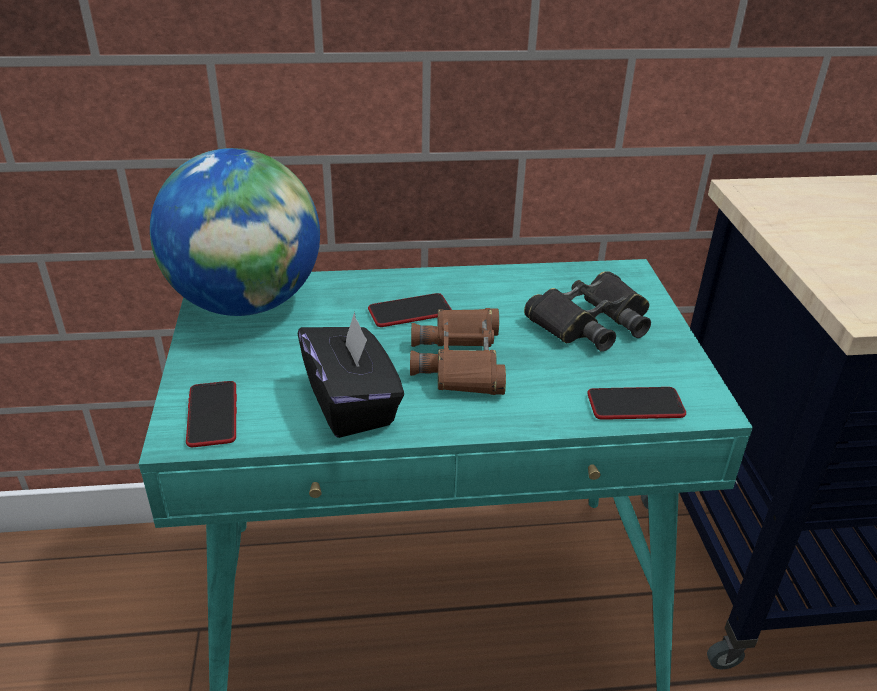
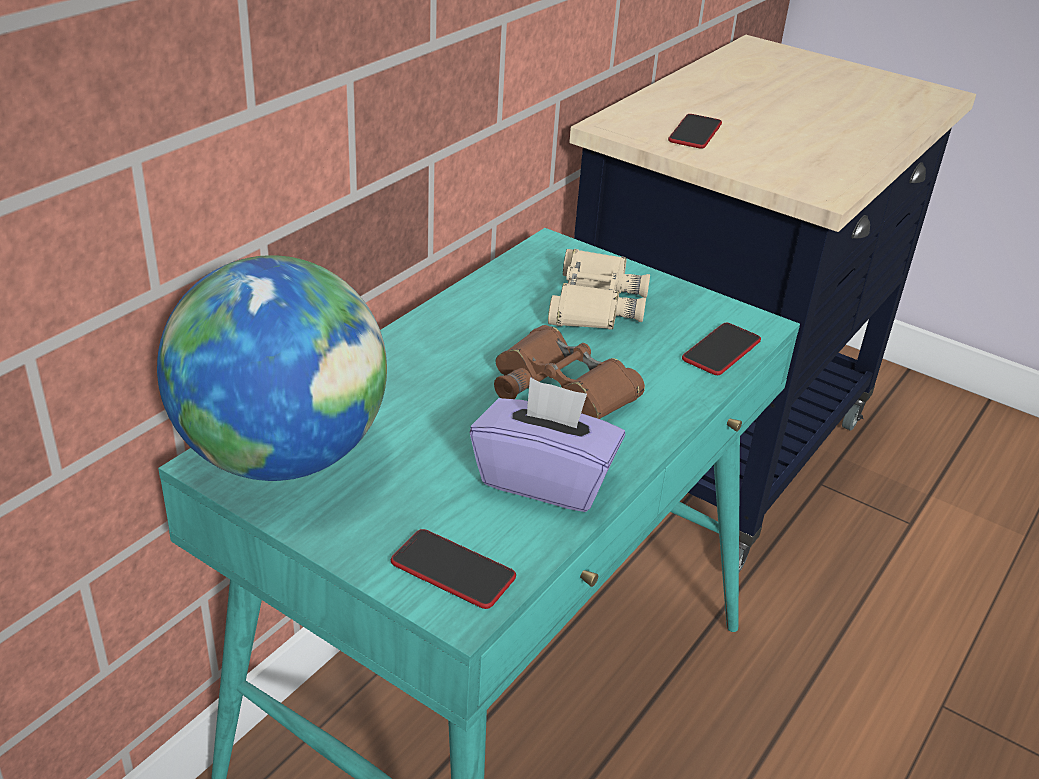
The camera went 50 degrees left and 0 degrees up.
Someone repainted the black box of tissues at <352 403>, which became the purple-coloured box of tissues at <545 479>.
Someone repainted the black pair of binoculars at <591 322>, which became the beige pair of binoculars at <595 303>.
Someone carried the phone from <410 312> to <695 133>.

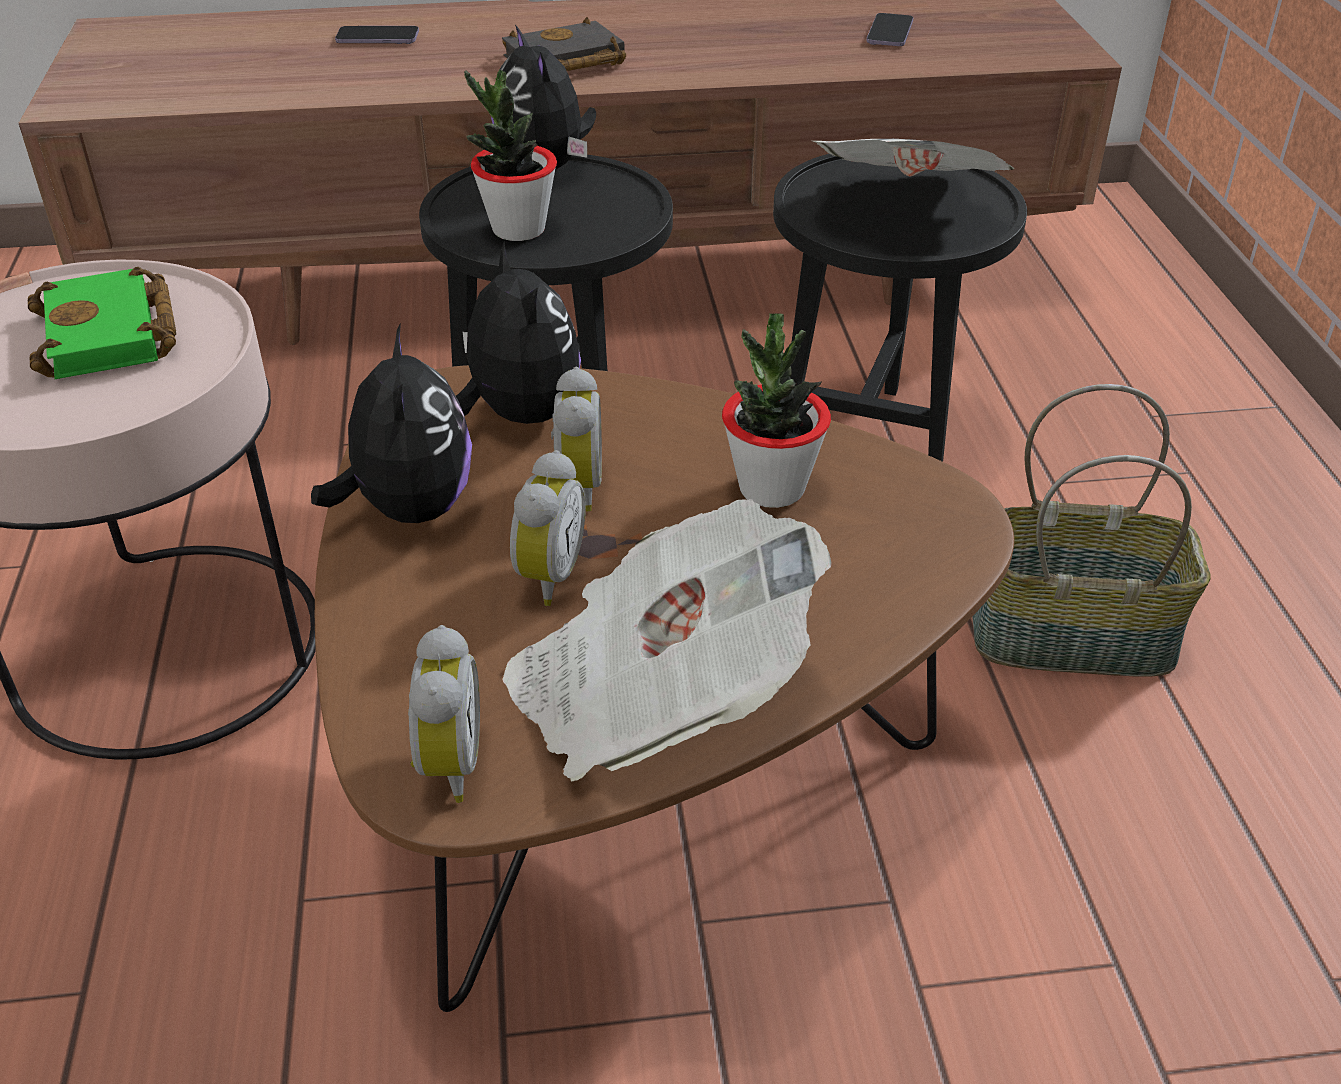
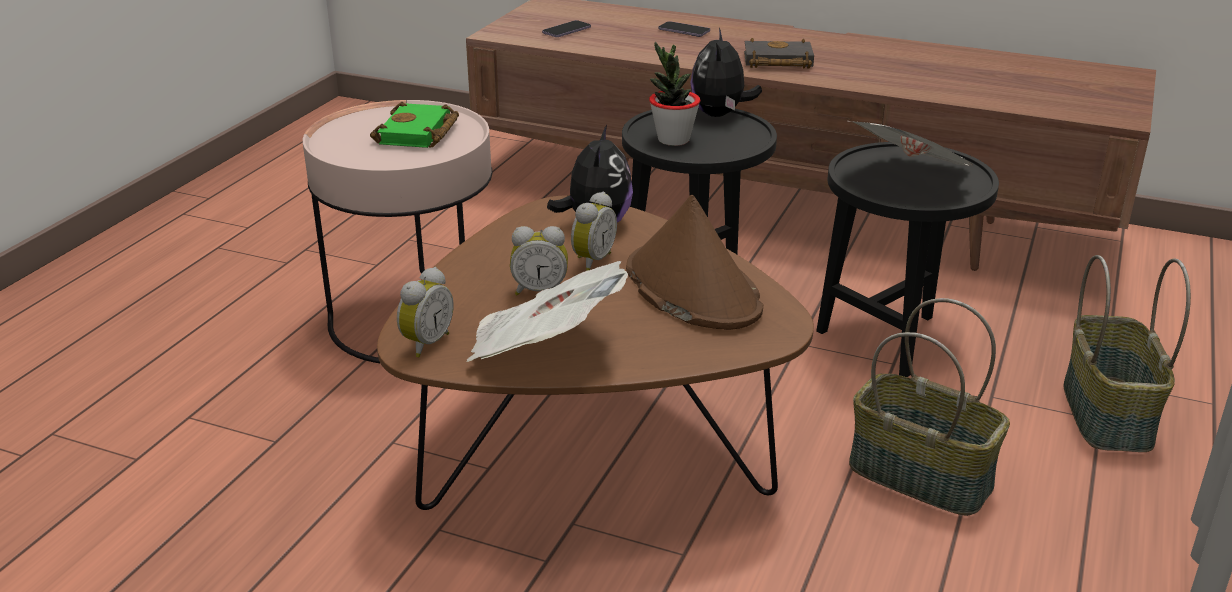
The camera went 30 degrees right and 10 degrees down.
Someone rotated the bedside clock at <545 576> by 45 degrees clockwise.
Someone carried the phone from <889 33> to <566 31>.
Someone swapped the potted plant at <771 488> for the brown-coloured hat at <691 289>.
Someone put down the household basket at <1109 415>.
Someone took away the plush toy at <409 508>.

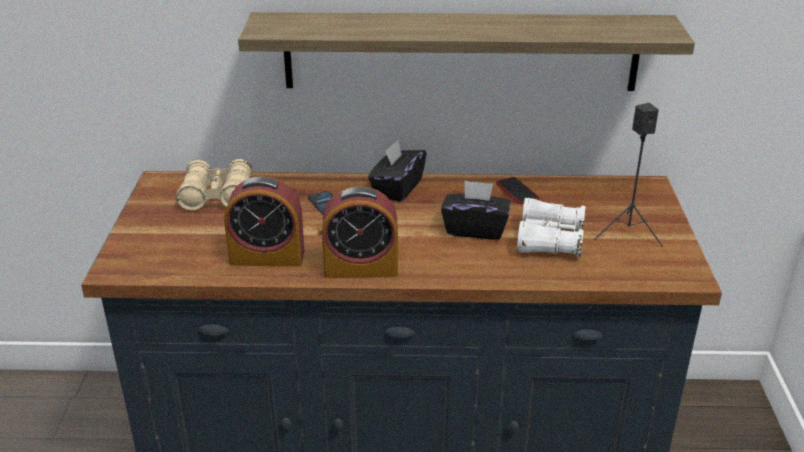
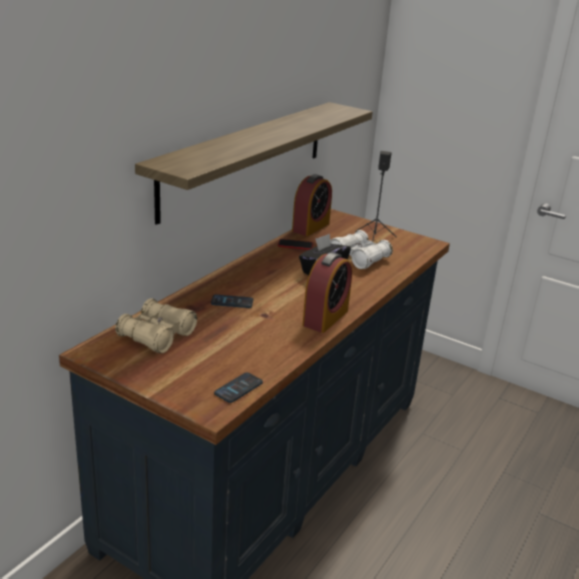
The camera went 60 degrees left and 5 degrees down.
Someone put down the phone at <238 388>.
Someone carried the bedside clock from <267 257> to <310 227>.
Someone took away the black box of tissues at <397 188>.

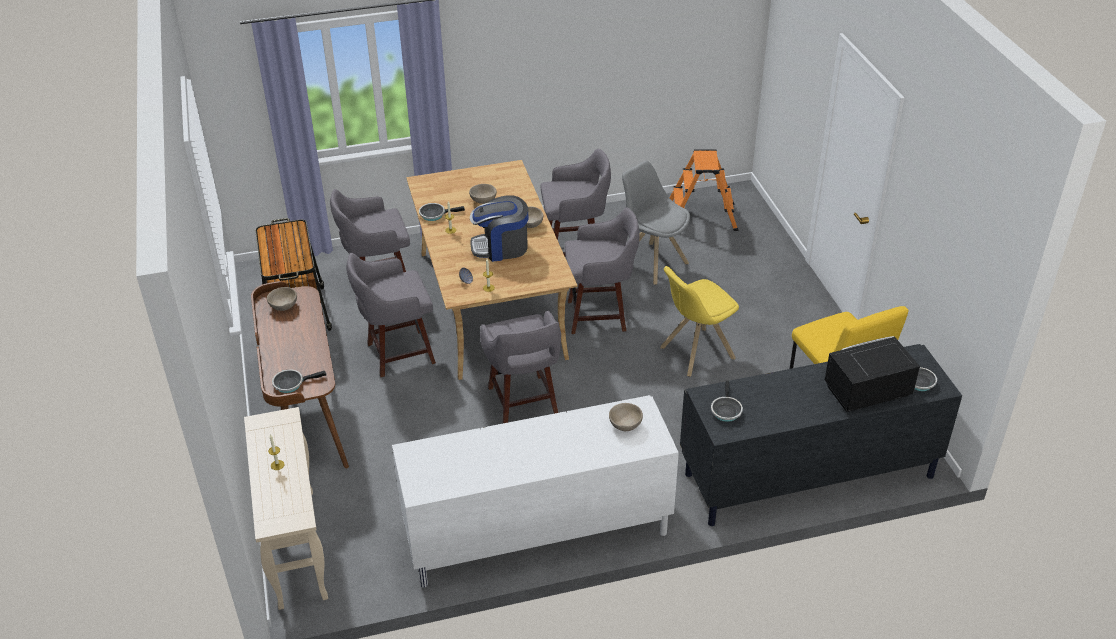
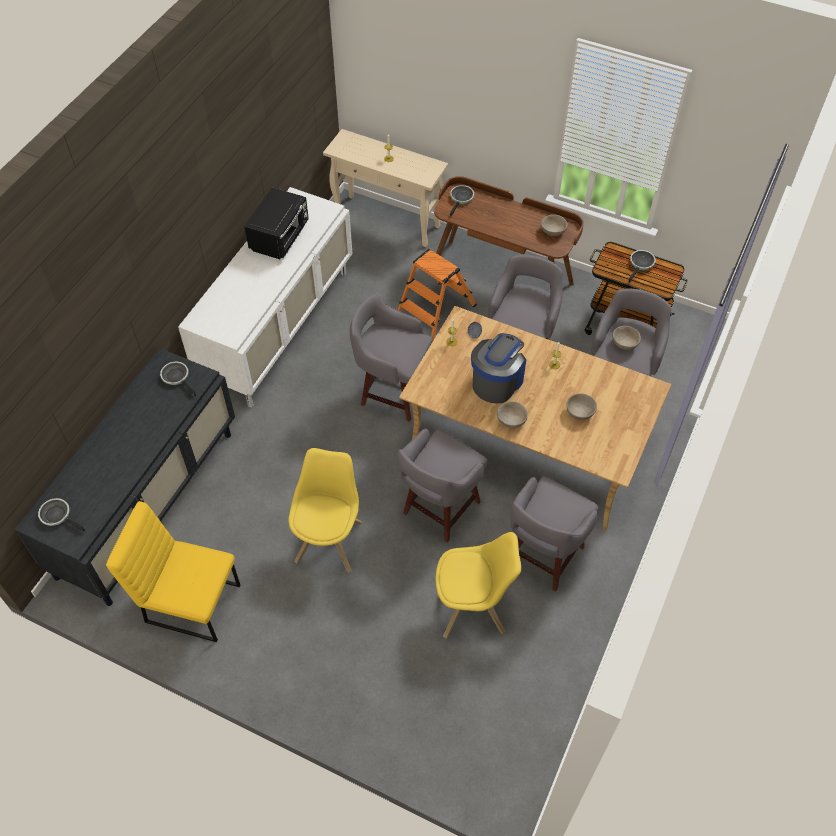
The camera went 130 degrees right and 15 degrees up.
Someone carried the black kitchen microwave from <866 392> to <280 237>.
Someone carried the orange step ladder from <701 216> to <435 312>.
Someone repainted the greyish plain chair at <653 262>, which became the yellow plain chair at <472 609>.
Someone carried the beige serving bowl from <625 424> to <625 344>.
Someone carried the skillet from <434 214> to <641 264>.

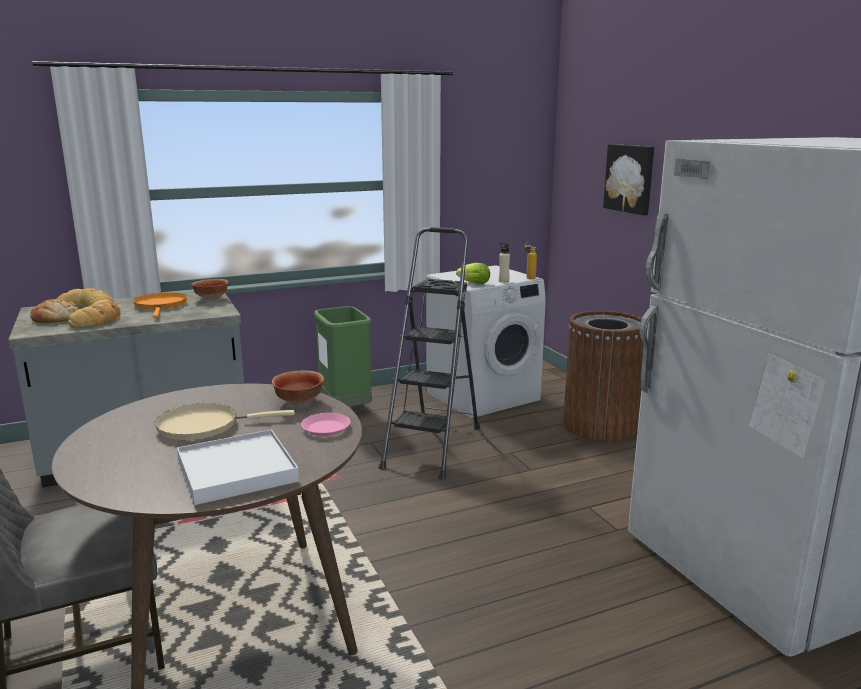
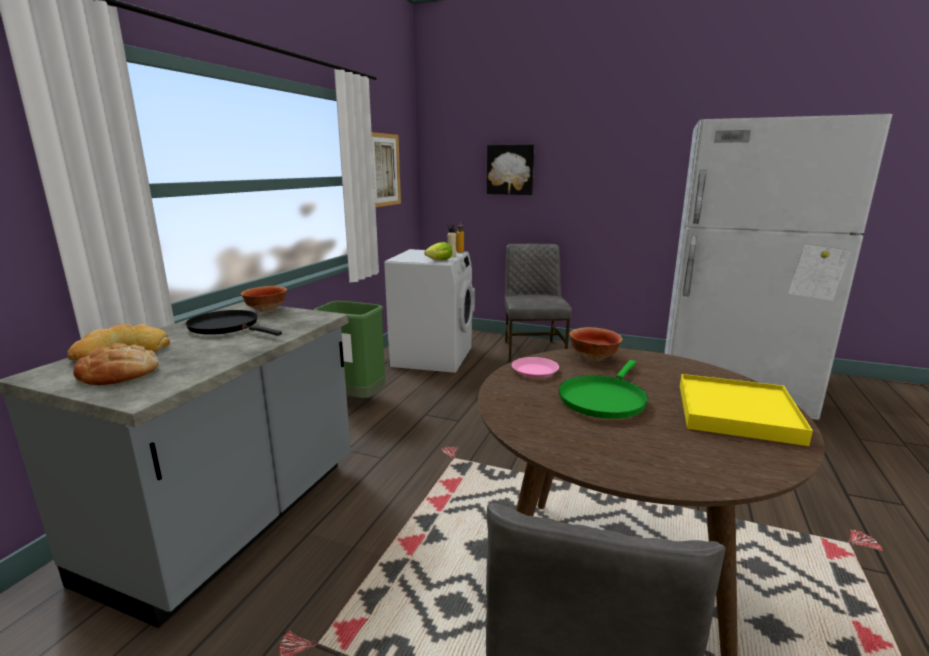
The camera went 45 degrees left and 0 degrees up.
Someone repainted the orange skillet at <161 305>, which became the black skillet at <227 327>.
Someone put up the picture at <384 170>.
Someone swapped the brown-coloured waste bin at <600 426> for the greyish plain chair at <533 350>.
Someone carried the pinkish plate from <326 428> to <534 371>.
Someone repainted the beige skillet at <204 426>, which became the green skillet at <603 399>.
Someone repainted the whitish serving tray at <237 471>, which became the yellow serving tray at <737 413>.
Someone took away the bakery bread at <98 320>.
Someone took away the step ladder at <433 445>.

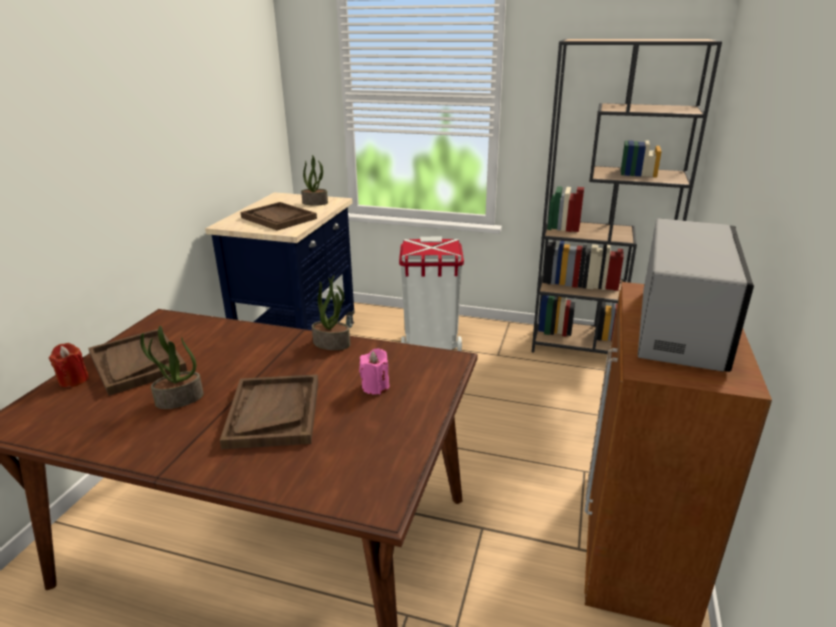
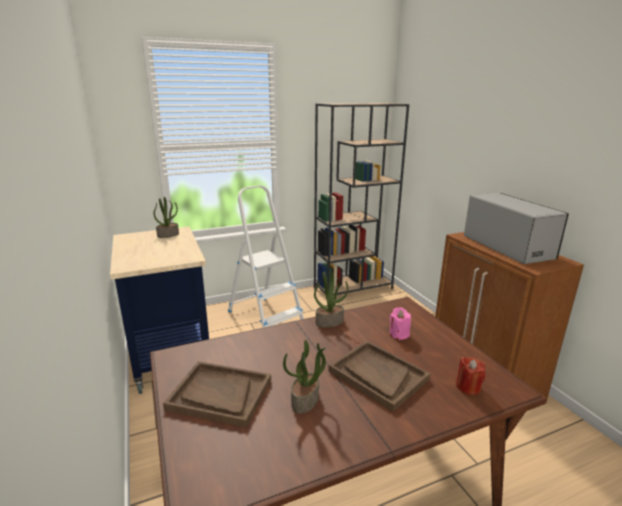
The camera went 40 degrees left and 5 degrees down.
Someone swapped the whitish waste bin at <431 344> for the whitish step ladder at <266 319>.
Someone carried the red wax light from <73 380> to <468 387>.
Someone took away the brown-coloured serving tray at <278 218>.

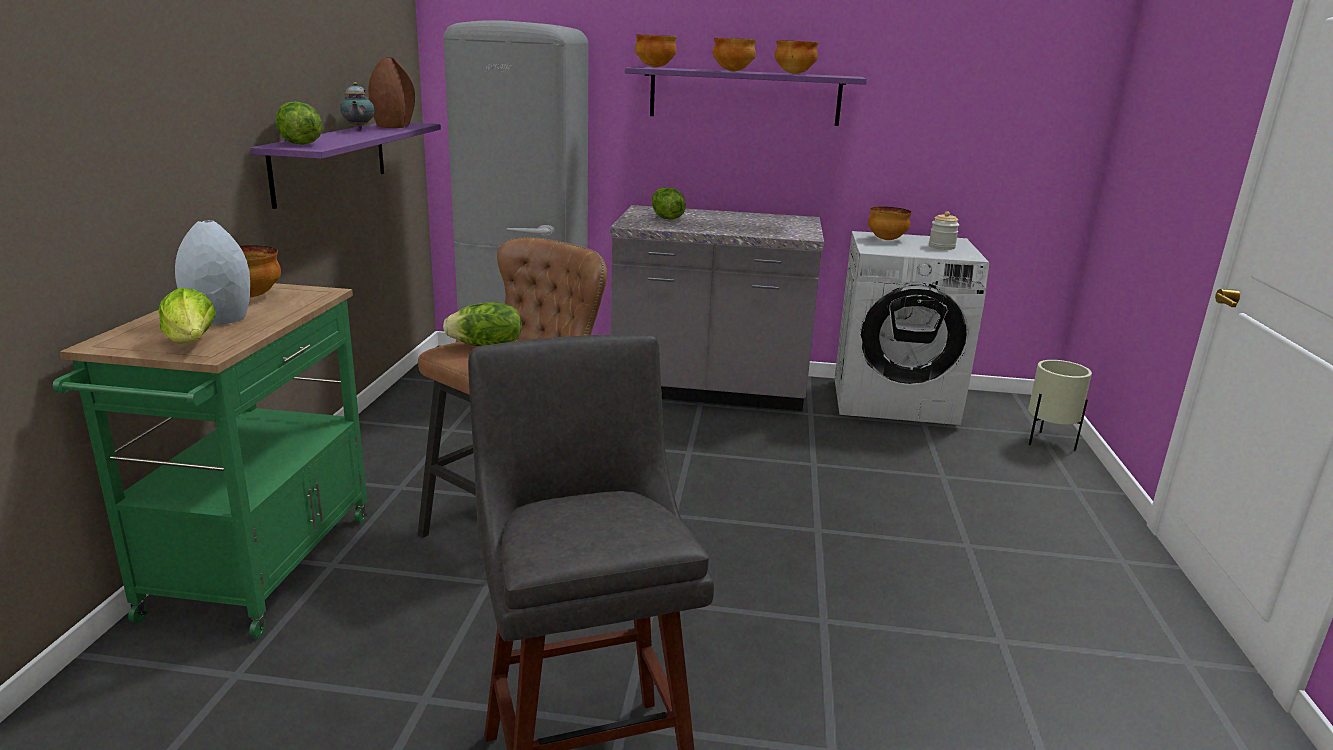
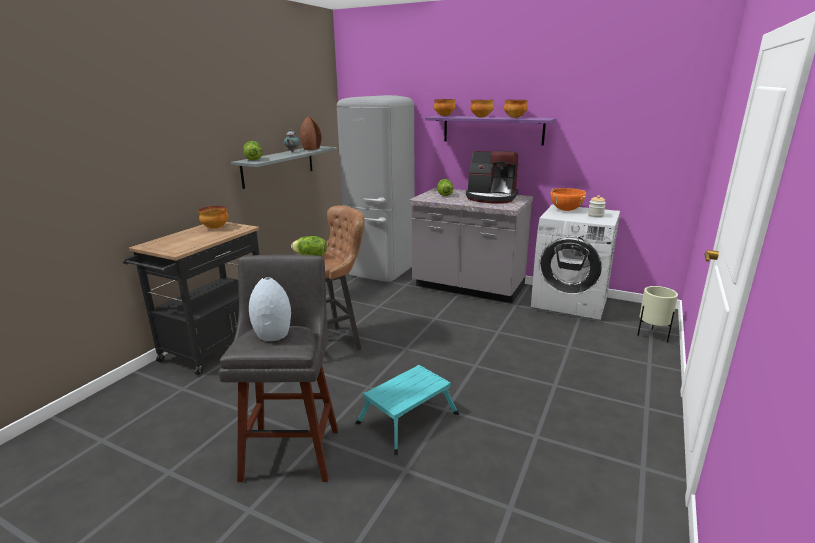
The camera went 20 degrees right and 0 degrees up.
Someone repainted the green trolley at <257 570>, which became the black trolley at <213 348>.
Someone repainted the purple-coloured bracket shelf at <331 161>, which became the greyish bracket shelf at <278 166>.
Someone carried the greyish decorative vase from <220 319> to <273 335>.
Someone put down the turquoise-coloured step ladder at <408 418>.
Someone put down the coffee brewer at <491 198>.
Someone swapped the serving bowl at <886 240> for the orange cooking pot at <566 210>.
Someone took away the head of lettuce at <192 344>.

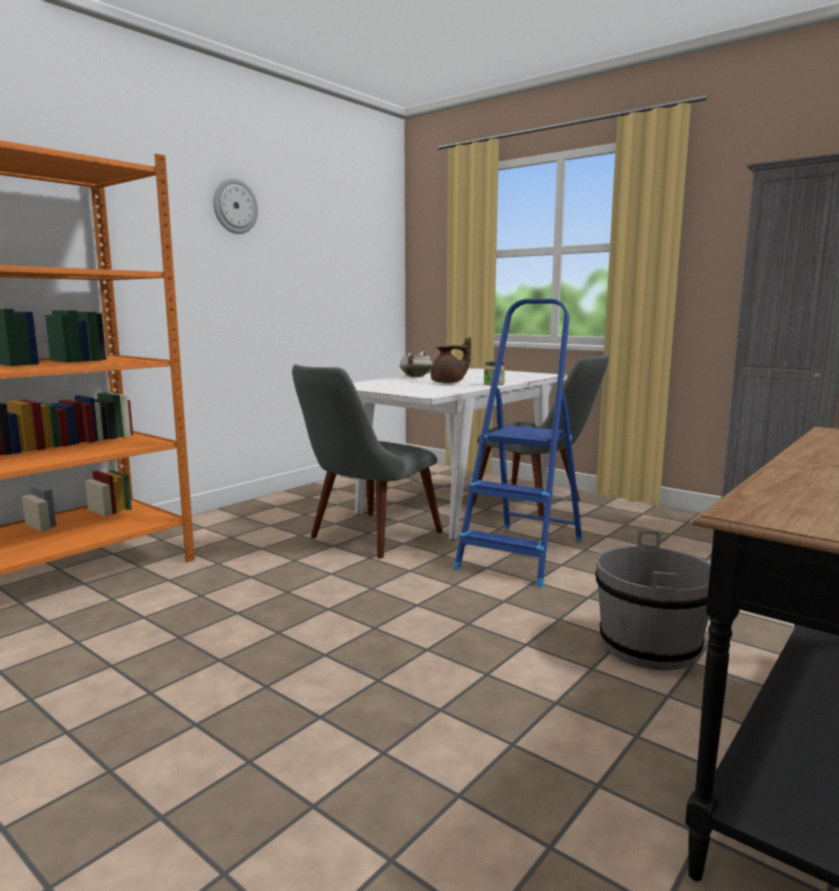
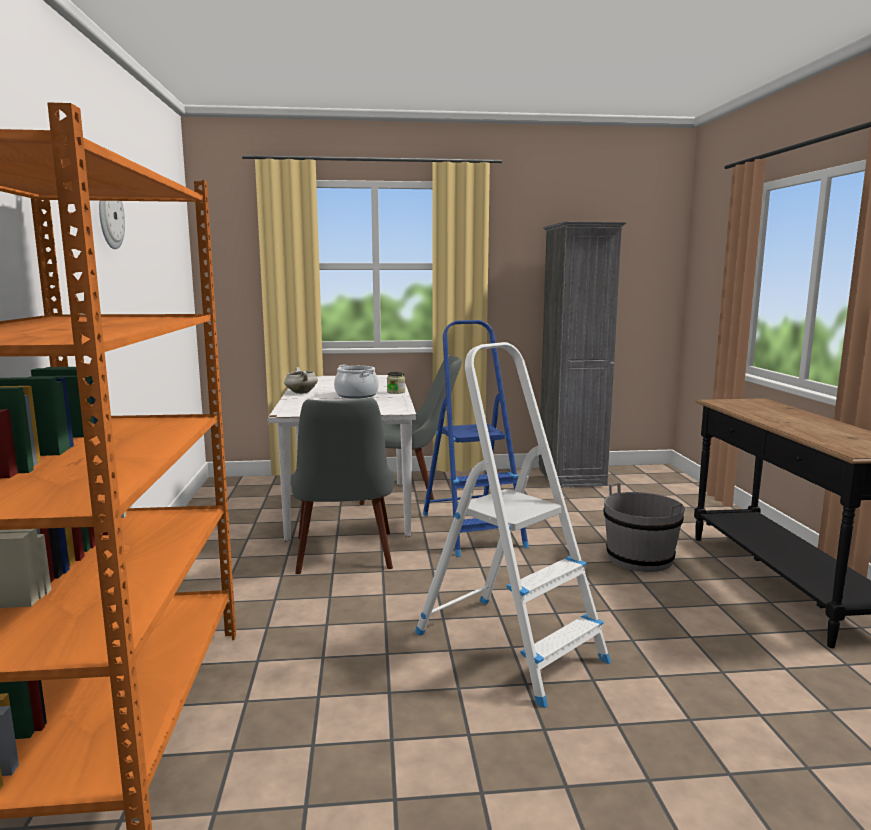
The camera went 45 degrees left and 0 degrees up.
Someone swapped the brown-coloured tea pot at <449 382> for the cooking pot at <356 395>.
Someone put down the whitish step ladder at <510 647>.

